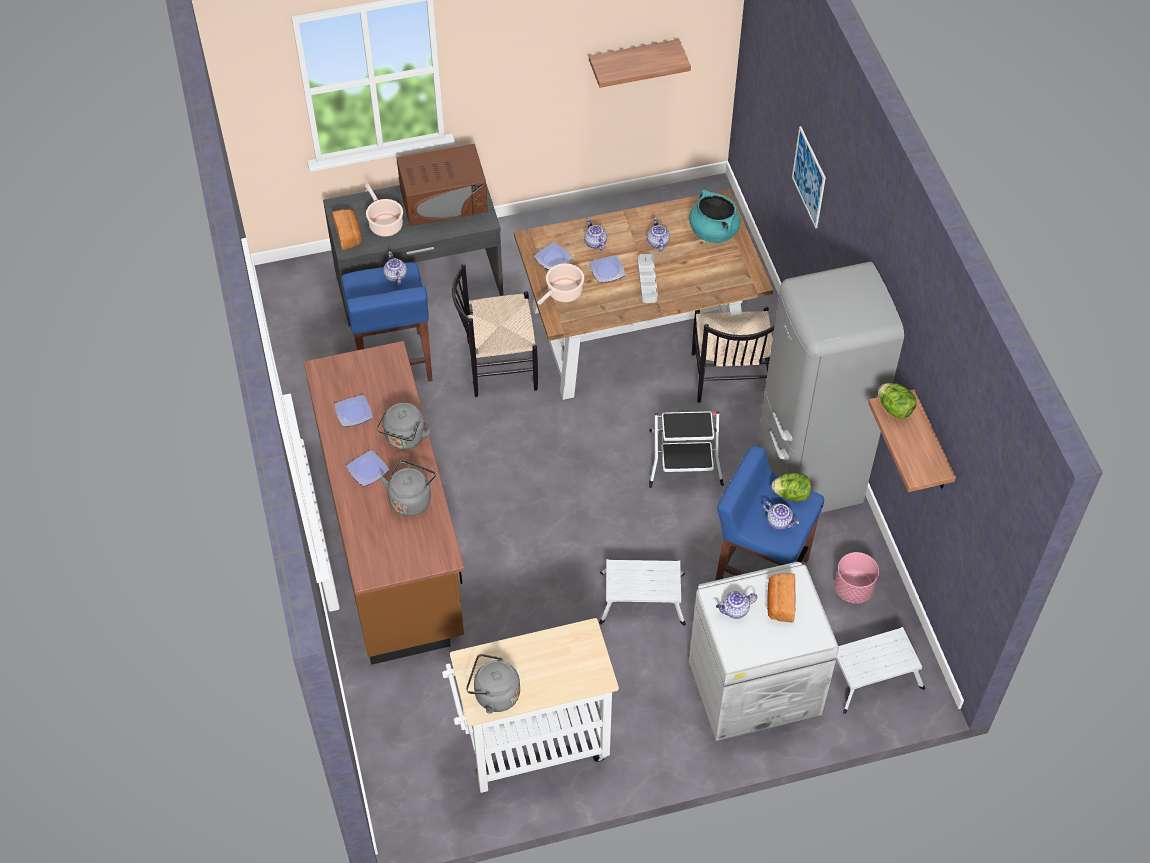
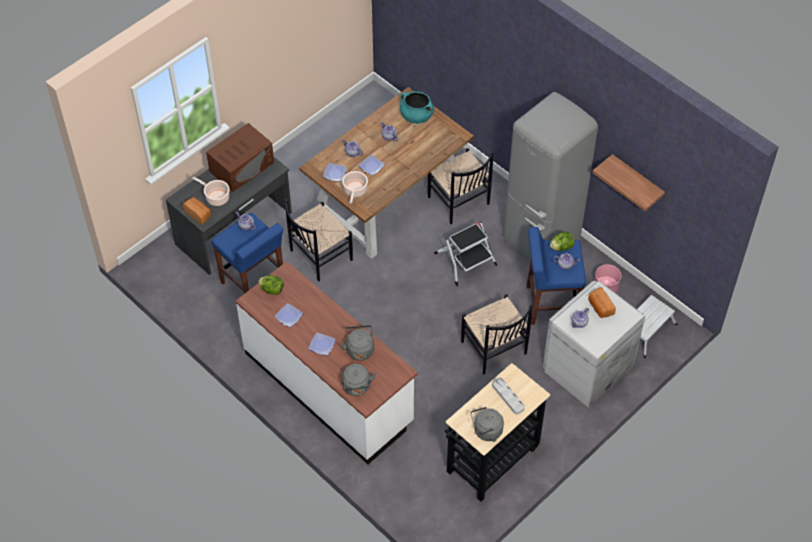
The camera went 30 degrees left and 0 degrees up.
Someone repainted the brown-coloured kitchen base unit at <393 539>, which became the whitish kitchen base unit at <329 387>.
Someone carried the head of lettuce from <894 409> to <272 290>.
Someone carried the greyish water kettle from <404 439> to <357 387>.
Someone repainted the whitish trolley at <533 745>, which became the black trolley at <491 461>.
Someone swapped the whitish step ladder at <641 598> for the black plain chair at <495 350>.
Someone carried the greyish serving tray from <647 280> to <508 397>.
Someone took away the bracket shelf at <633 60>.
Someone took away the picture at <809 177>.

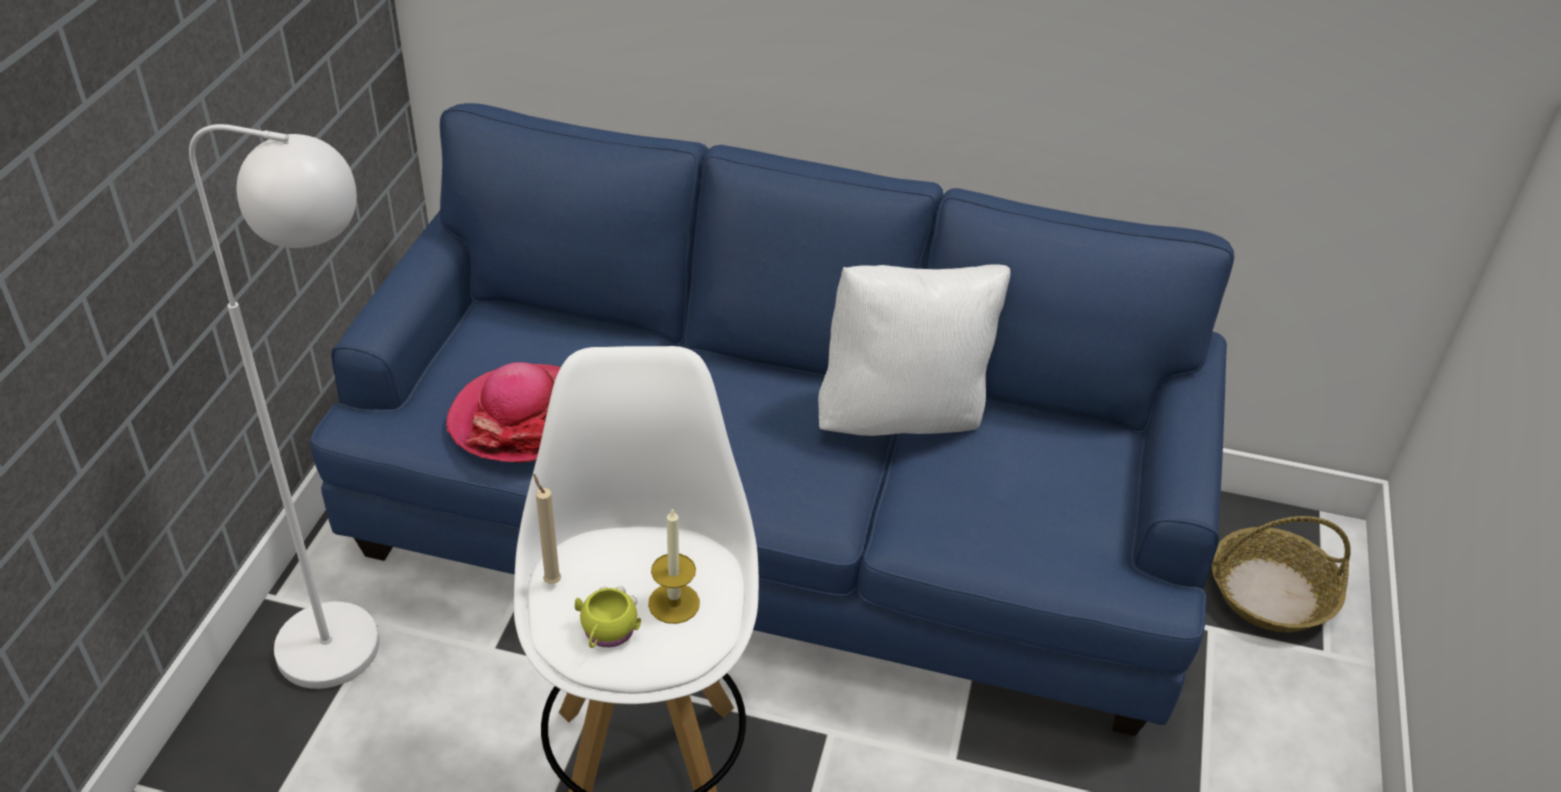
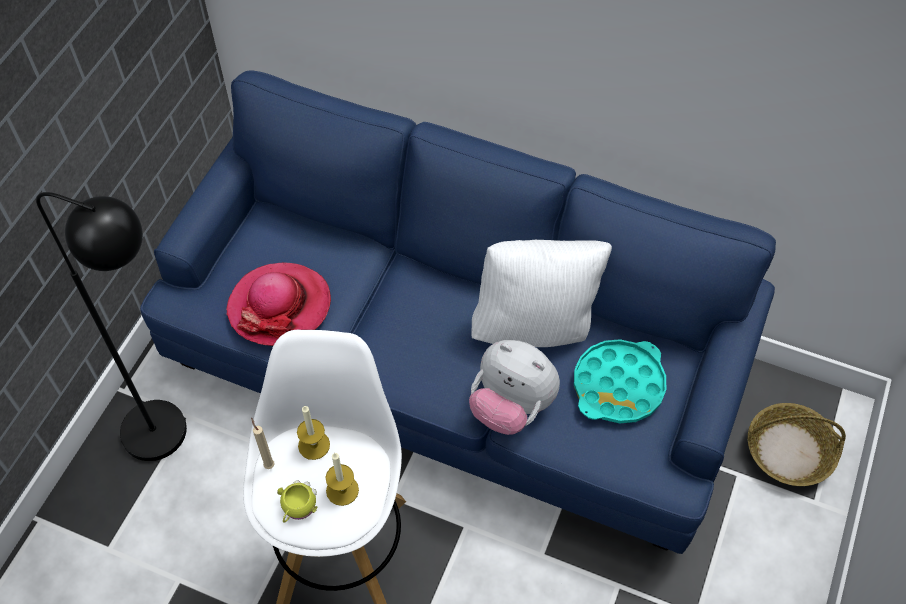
The camera went 10 degrees right and 15 degrees up.
Someone repainted the whitish floor lamp at <358 655>, which became the black floor lamp at <172 439>.
Someone put down the wax light at <314 445>.
Someone put down the plush toy at <511 406>.
Someone put down the turquoise-coloured serving tray at <618 386>.

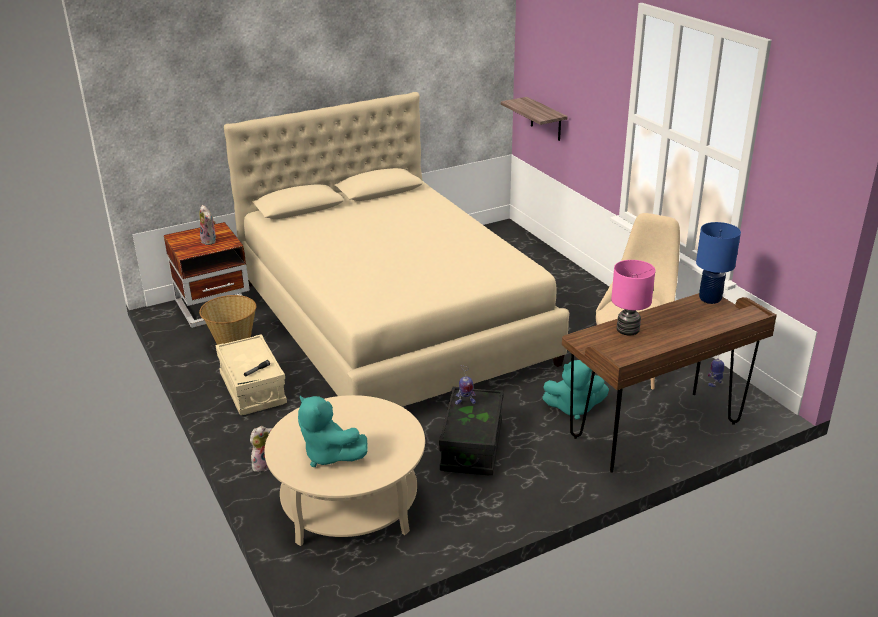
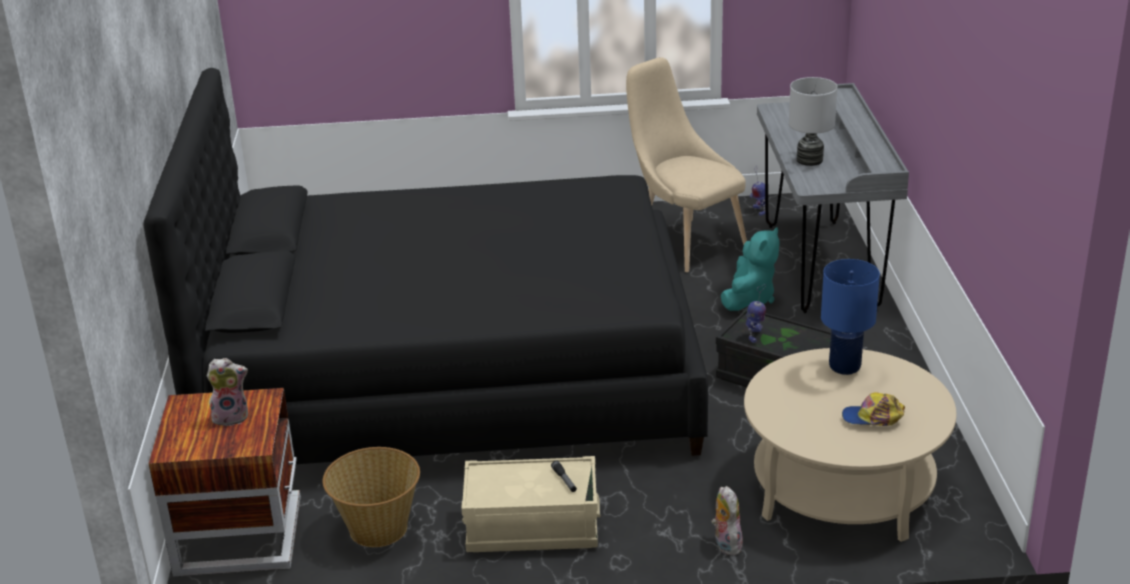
The camera went 65 degrees left and 0 degrees up.
Someone repainted the beige bed at <392 321>, which became the black bed at <450 376>.
Someone repainted the brown-coloured desk at <655 431>, which became the greyish desk at <821 265>.
Someone repainted the pinkish tabletop lamp at <628 329>, which became the greyish tabletop lamp at <809 160>.
Someone carried the blue-coloured tabletop lamp from <709 300> to <844 369>.
Someone swapped the turquoise-coloured plush toy at <329 455> for the baseball cap at <872 418>.
Someone took away the bracket shelf at <546 119>.

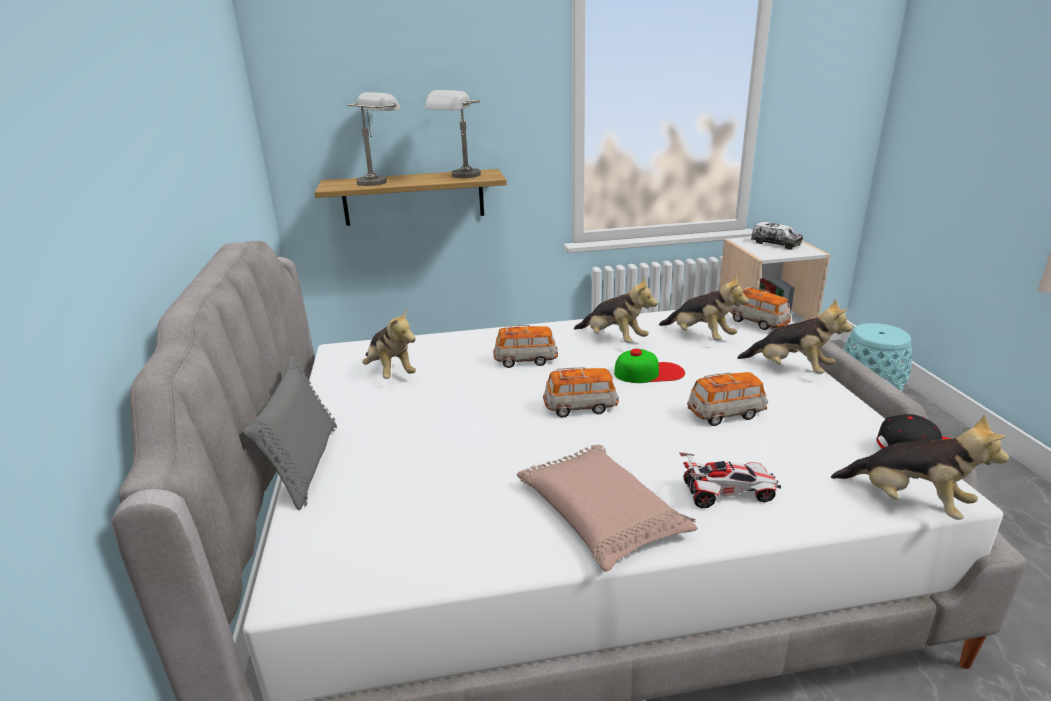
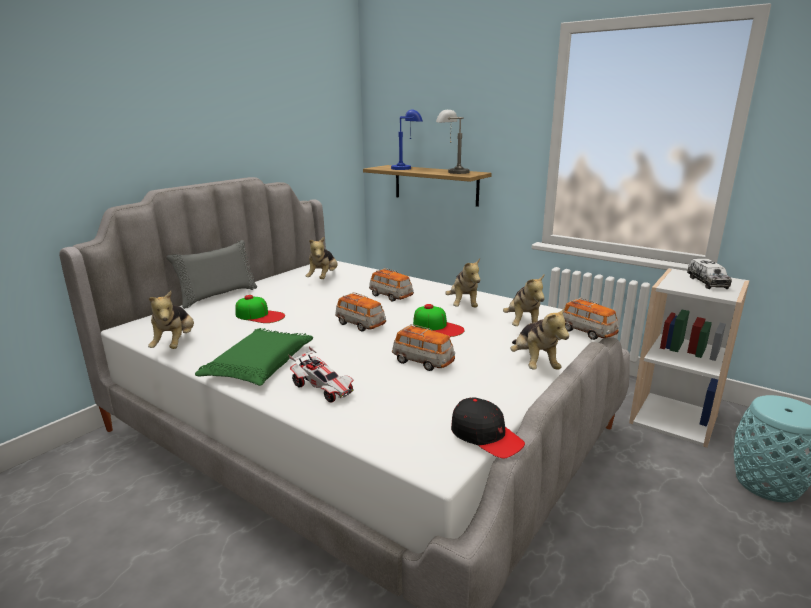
The camera went 45 degrees right and 5 degrees down.
Someone carried the plush toy from <908 502> to <175 344>.
Someone repainted the beige throw pillow at <601 511>, which became the green throw pillow at <259 363>.
Someone put down the baseball cap at <260 315>.
Someone repainted the greyish tabletop lamp at <380 181>, which became the blue-coloured tabletop lamp at <408 168>.
Someone rotated the miniature car at <758 322> by 45 degrees counterclockwise.

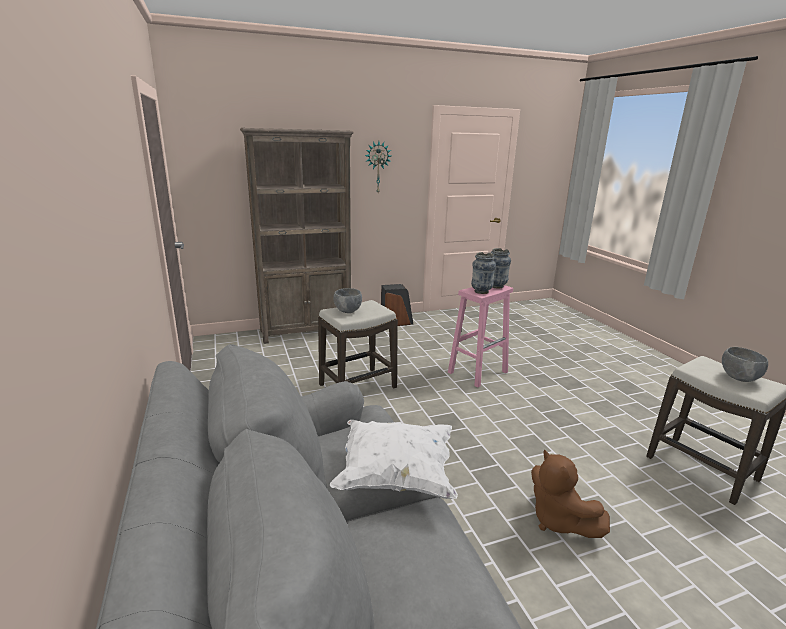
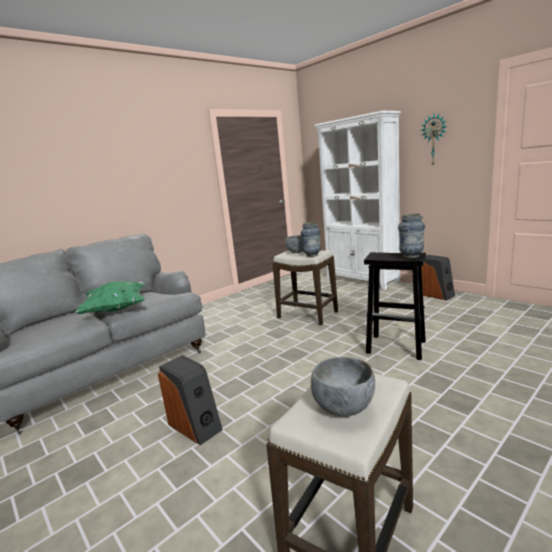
The camera went 70 degrees right and 5 degrees down.
Someone repainted the whitish throw pillow at <395 476>, which became the green throw pillow at <116 309>.
Someone swapped the brown-coloured plush toy at <558 520> for the speaker at <196 426>.
Someone carried the decorative vase from <481 291> to <312 255>.
Someone repainted the brown-coloured bookshelf at <306 331>, which became the whitish bookshelf at <362 280>.
Someone repainted the pinkish stool at <478 372>, which became the black stool at <397 347>.

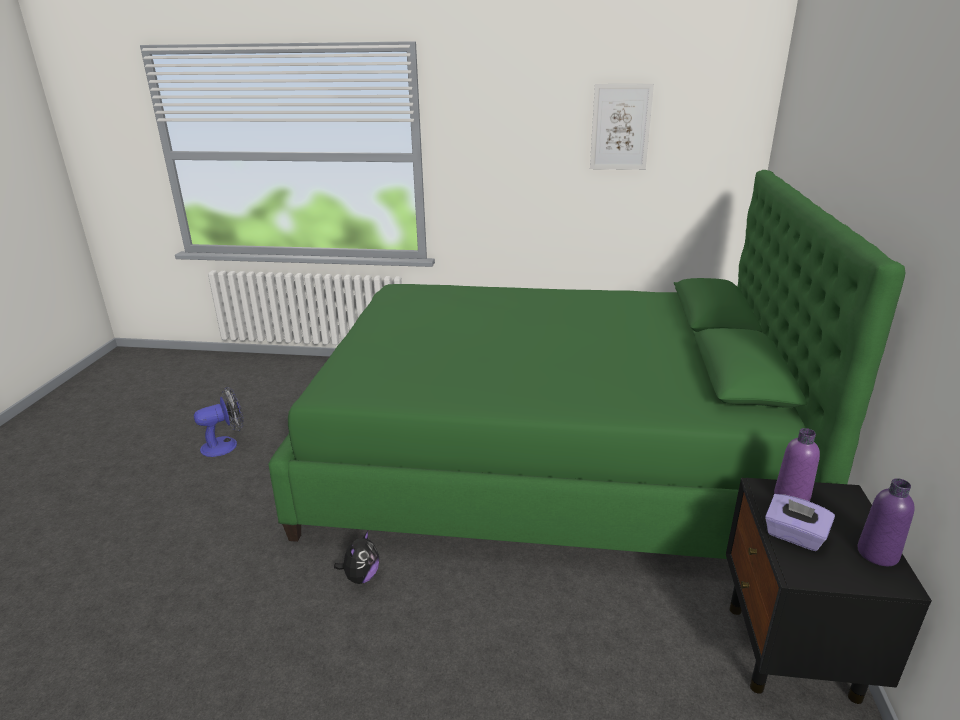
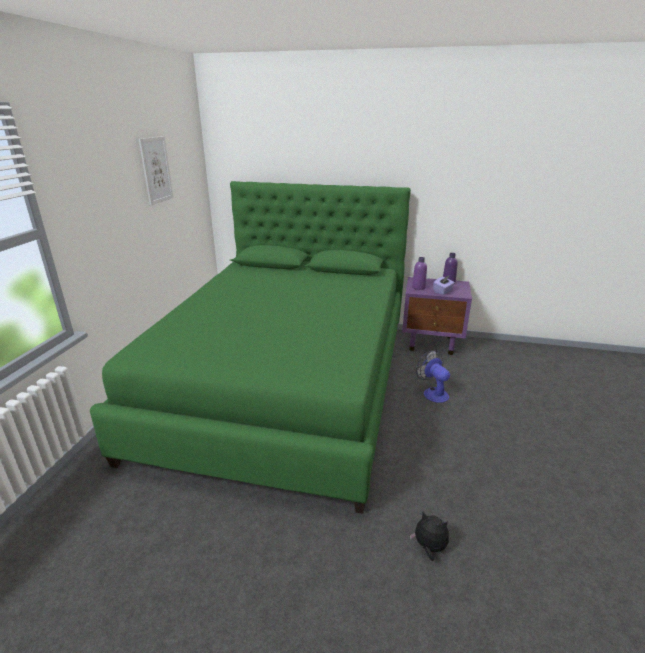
The camera went 85 degrees left and 0 degrees up.
Someone repainted the black nightstand at <791 653>, which became the purple-coloured nightstand at <432 343>.
Someone carried the plush toy from <361 577> to <429 548>.
Someone carried the electric fan from <226 445> to <432 392>.

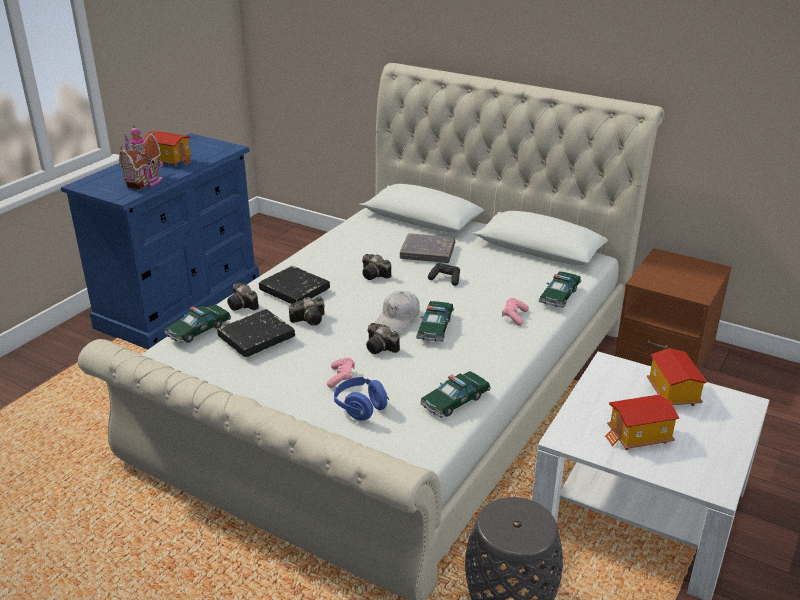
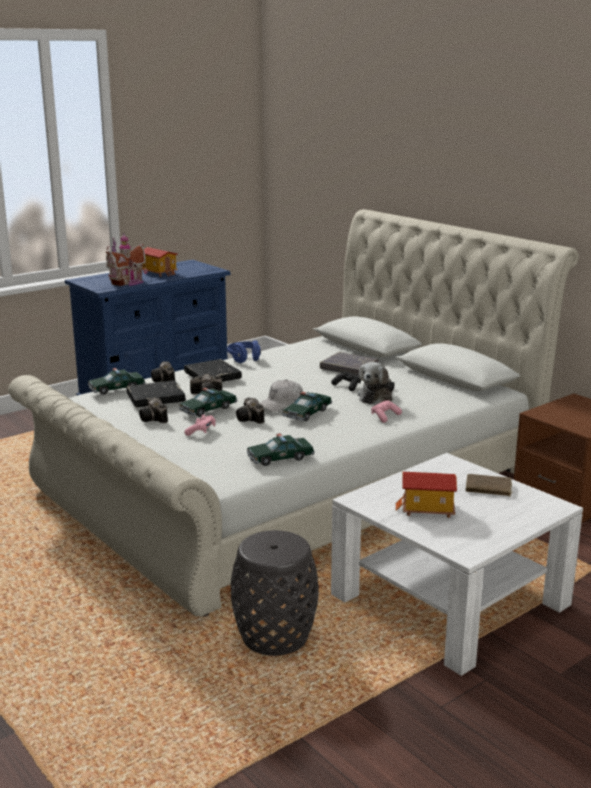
The camera went 20 degrees right and 10 degrees down.
Someone carried the still camera from <375 275> to <154 419>.
Someone carried the miniature car from <559 295> to <208 409>.
Someone carried the blue-coloured pair of headphones from <360 408> to <244 359>.
Someone put down the plush toy at <376 397>.
Someone swapped the model house at <671 393> for the brown-coloured bound book at <488 488>.

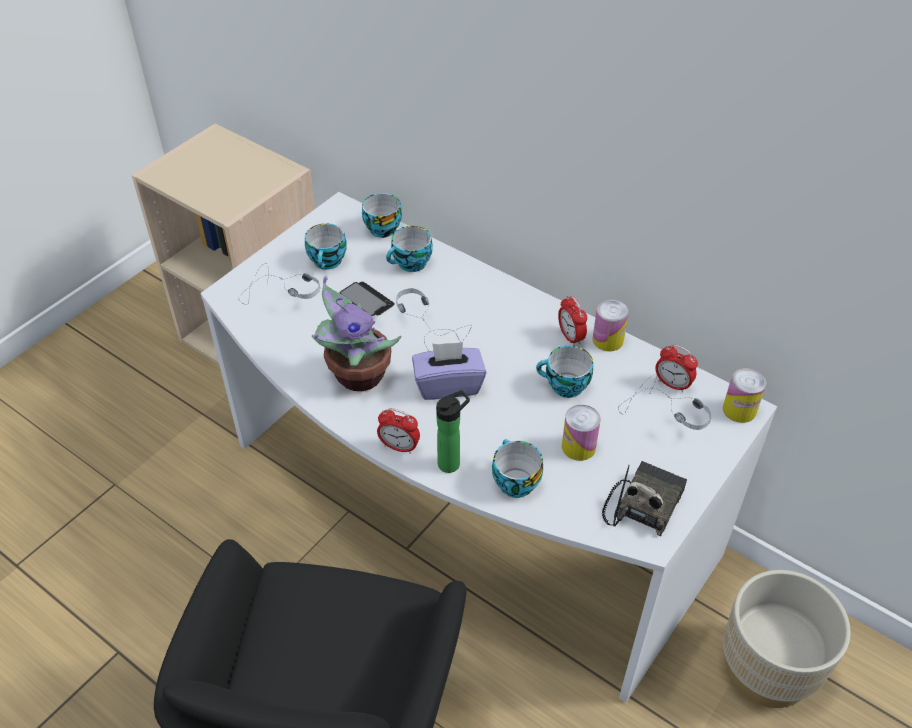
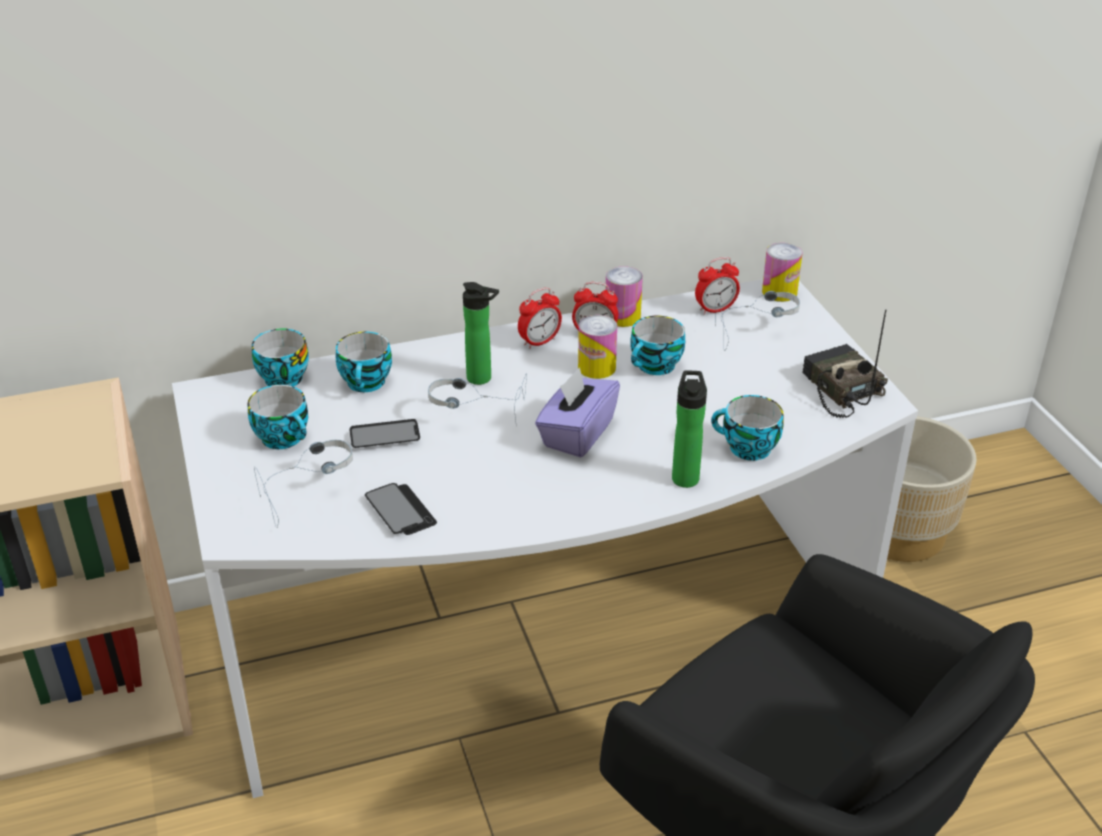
The camera went 55 degrees left and 10 degrees down.
Someone put down the phone at <400 511>.
Someone put down the drink bottle at <482 379>.
Someone carried the bedside clock from <399 447> to <539 342>.
Someone carried the metal can from <578 447> to <597 367>.
Someone took away the potted plant at <356 375>.

